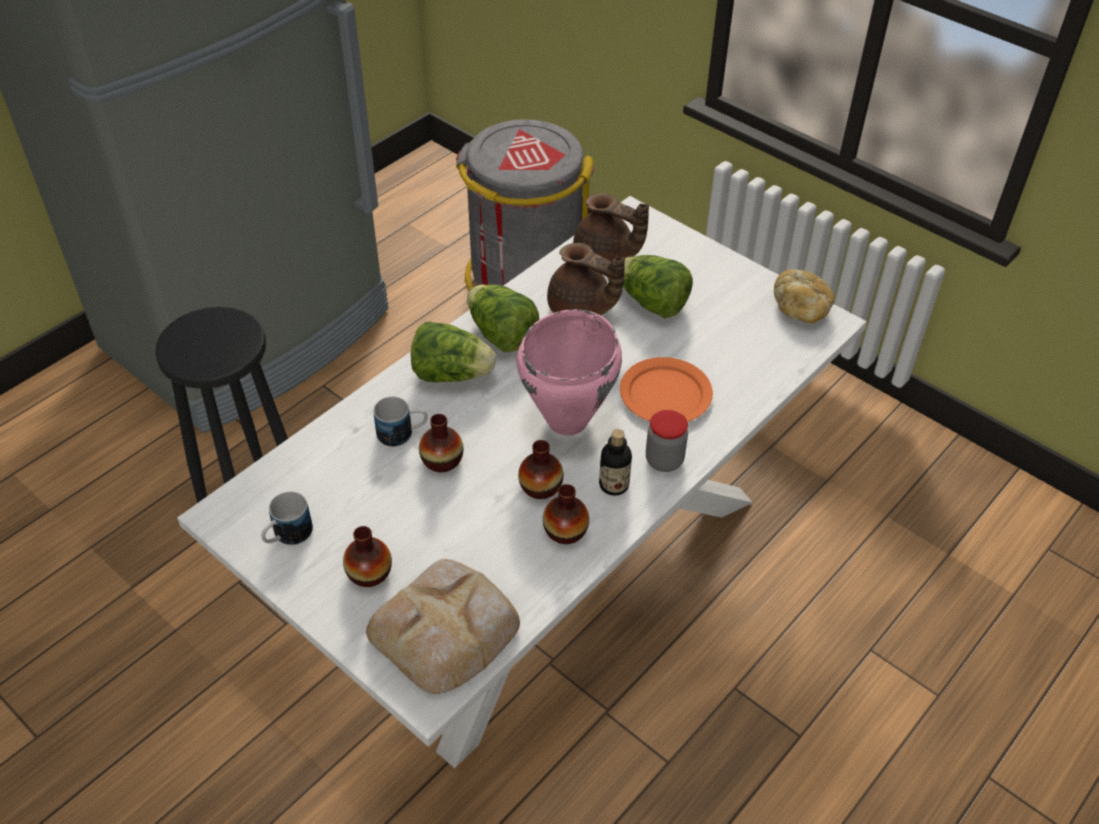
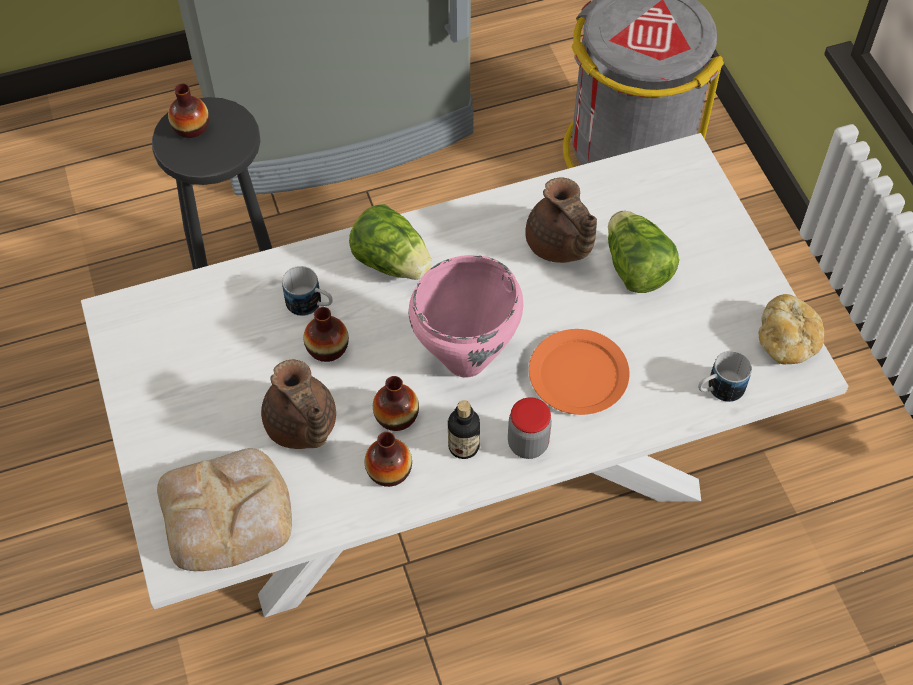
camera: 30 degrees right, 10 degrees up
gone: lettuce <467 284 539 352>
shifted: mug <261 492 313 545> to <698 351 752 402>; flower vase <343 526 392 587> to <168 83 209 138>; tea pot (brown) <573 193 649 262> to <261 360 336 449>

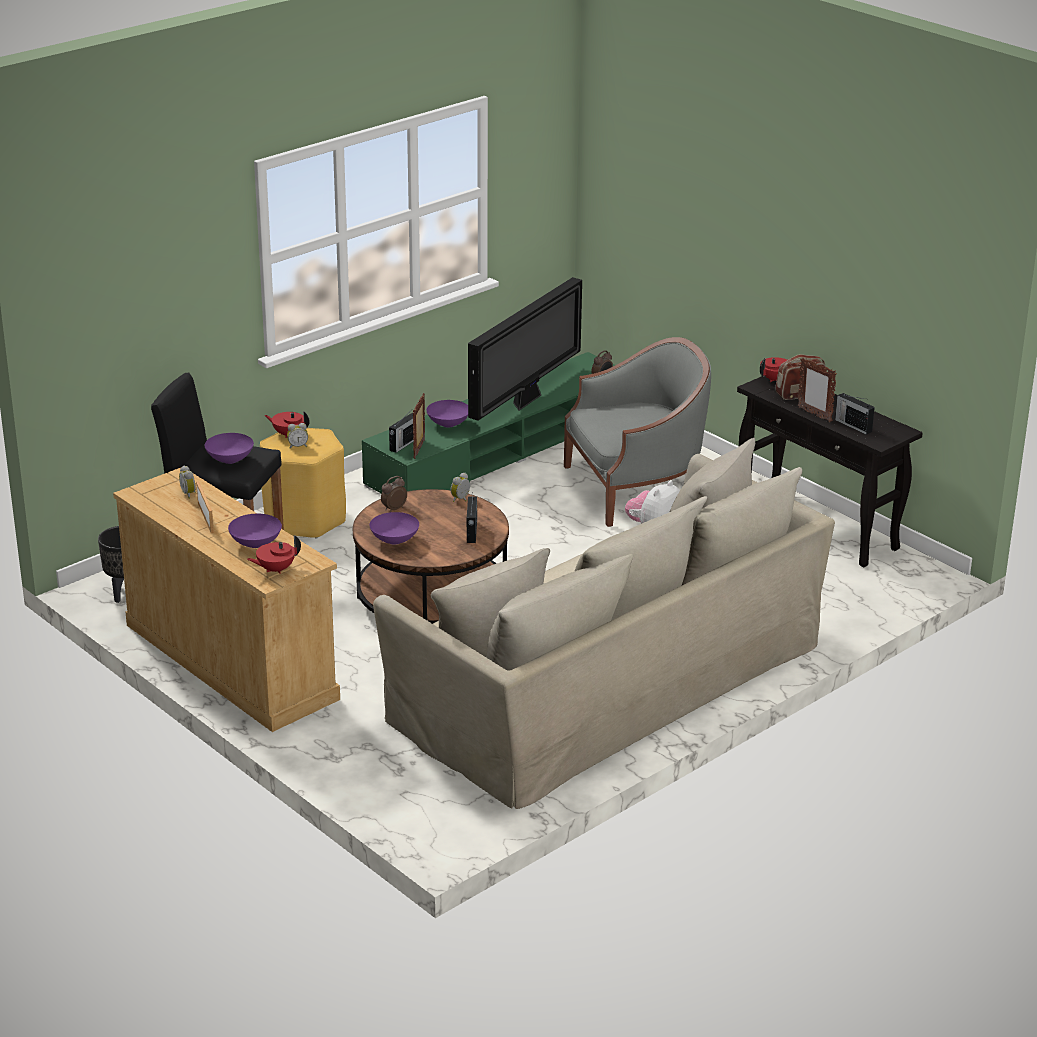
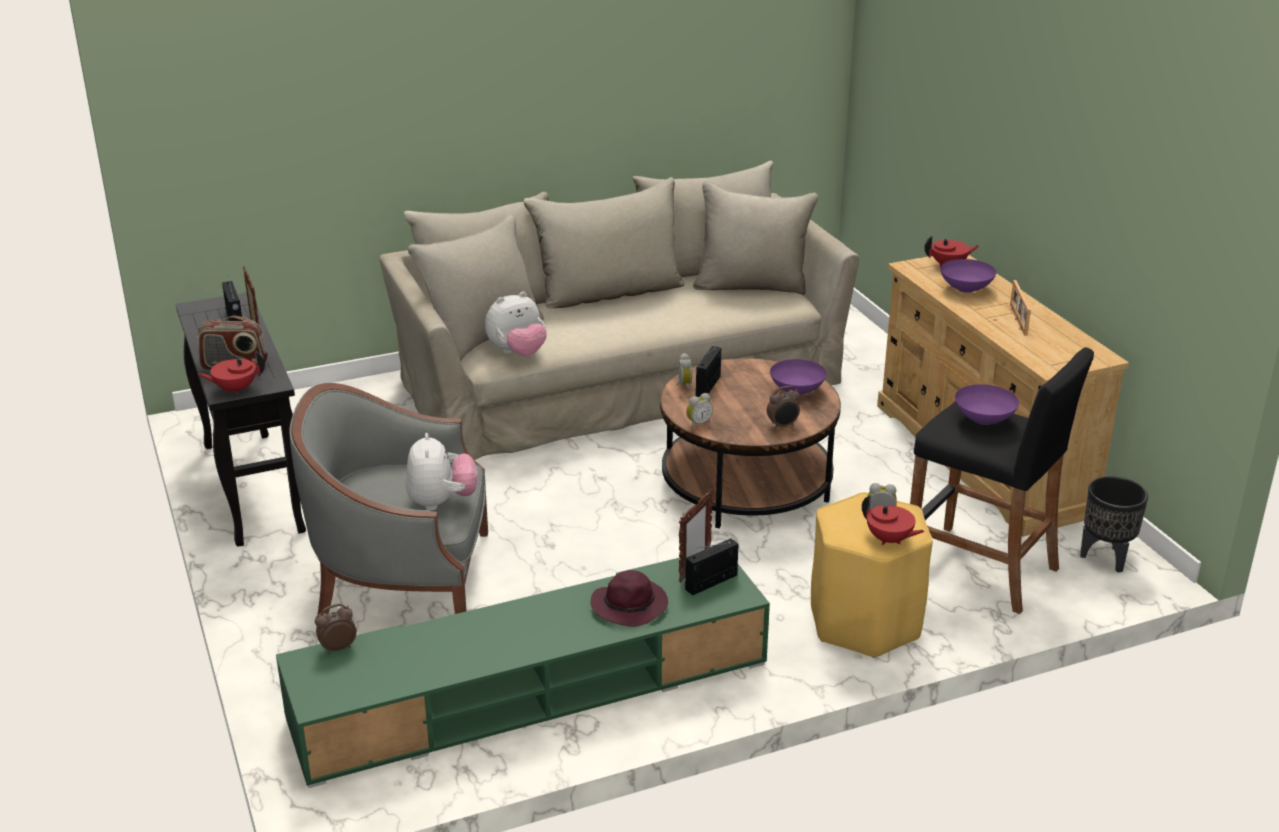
camera: 160 degrees left, 0 degrees up
gone: TV set <468 277 582 421>
new: cuddly toy <406 433 477 511>
shifted: bedside clock <179 466 196 499> to <676 353 692 389>
swapped: bowl (purple-coloured) <426 400 468 428> to hat (purple-coloured) <591 570 668 627>

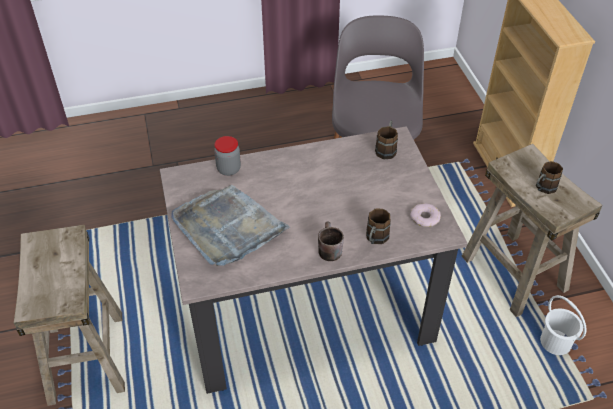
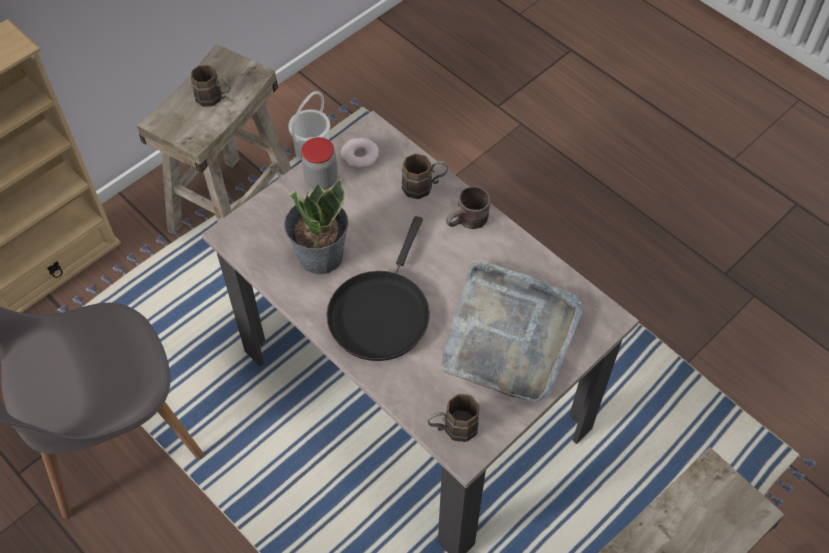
camera: 120 degrees left, 10 degrees up
new: plant in a pot <284 179 349 275>; pan (blackish) <327 216 430 361>
shifted: preserve jar <214 136 241 176> to <301 137 338 190>; mug (brown) <375 120 398 159> to <427 394 479 442>

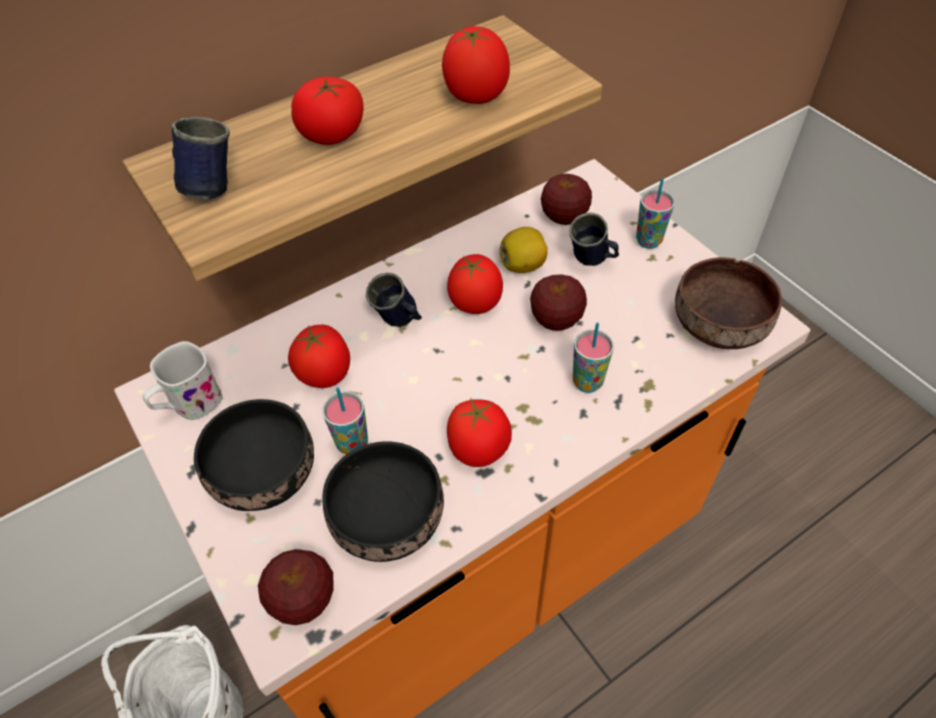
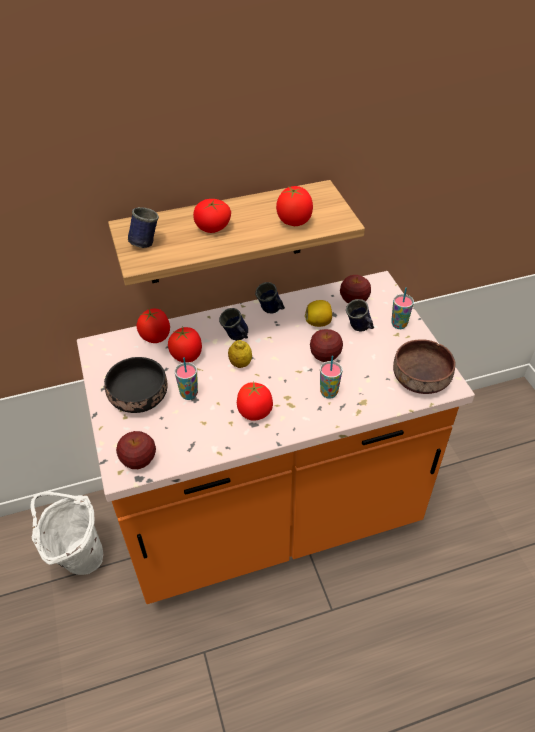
camera: 15 degrees right, 5 degrees down
gone: mug (whitish) <143 341 222 420>; bowl (blackish) <322 441 444 562>
new: lemon <228 340 252 368>; mug (bluish) <255 282 285 314>
shifted: whole tomato <447 254 503 314> to <137 308 170 343>

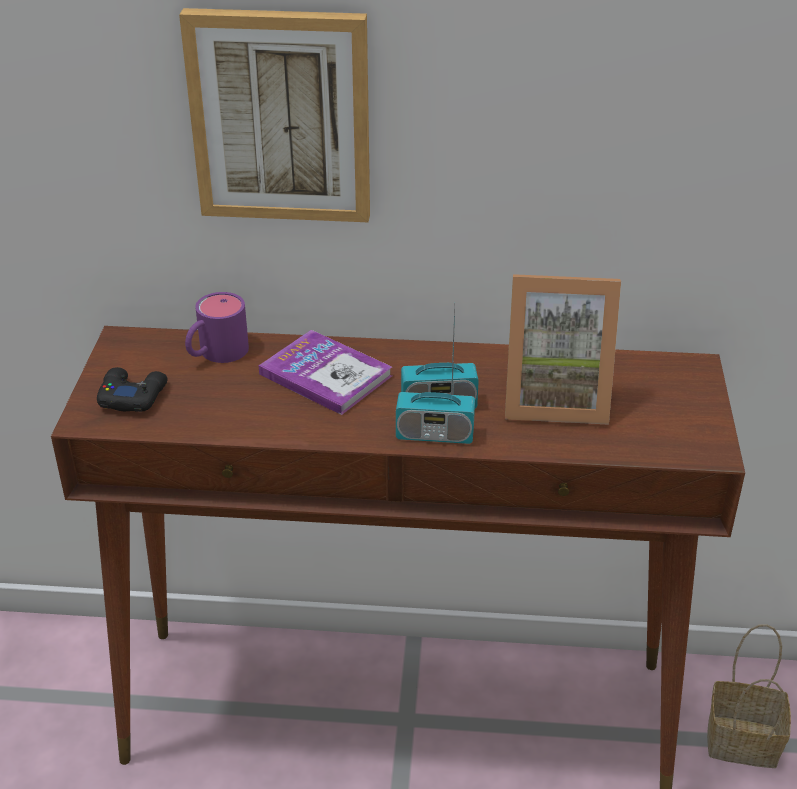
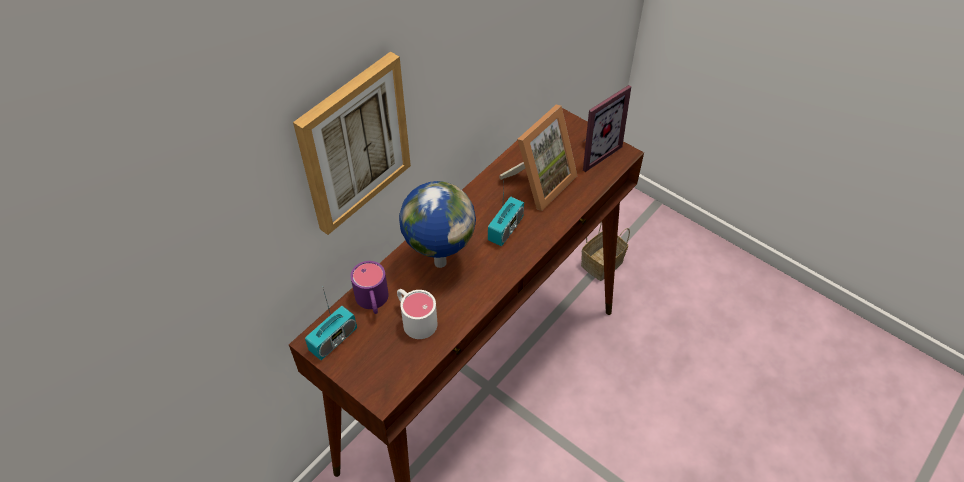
camera: 55 degrees left, 15 degrees up
gone: gamepad (blackish) <97 367 168 412>
new: mug (whitish) <397 289 438 339>; standing frame <581 85 631 172>
shifted: radio set <396 341 475 444> to <305 289 357 360>
swapped: volume <259 330 392 415> to world globe <399 181 476 268>

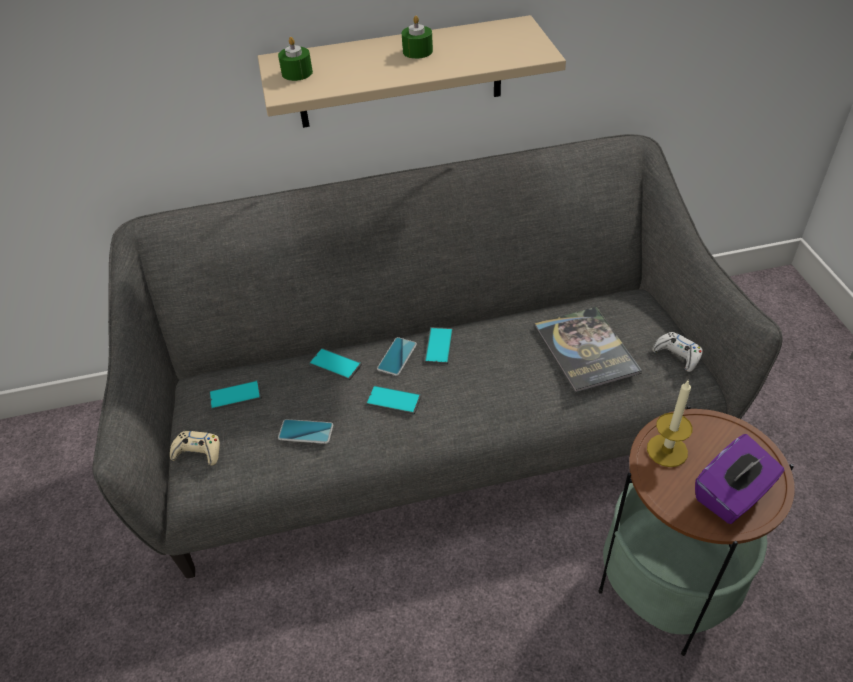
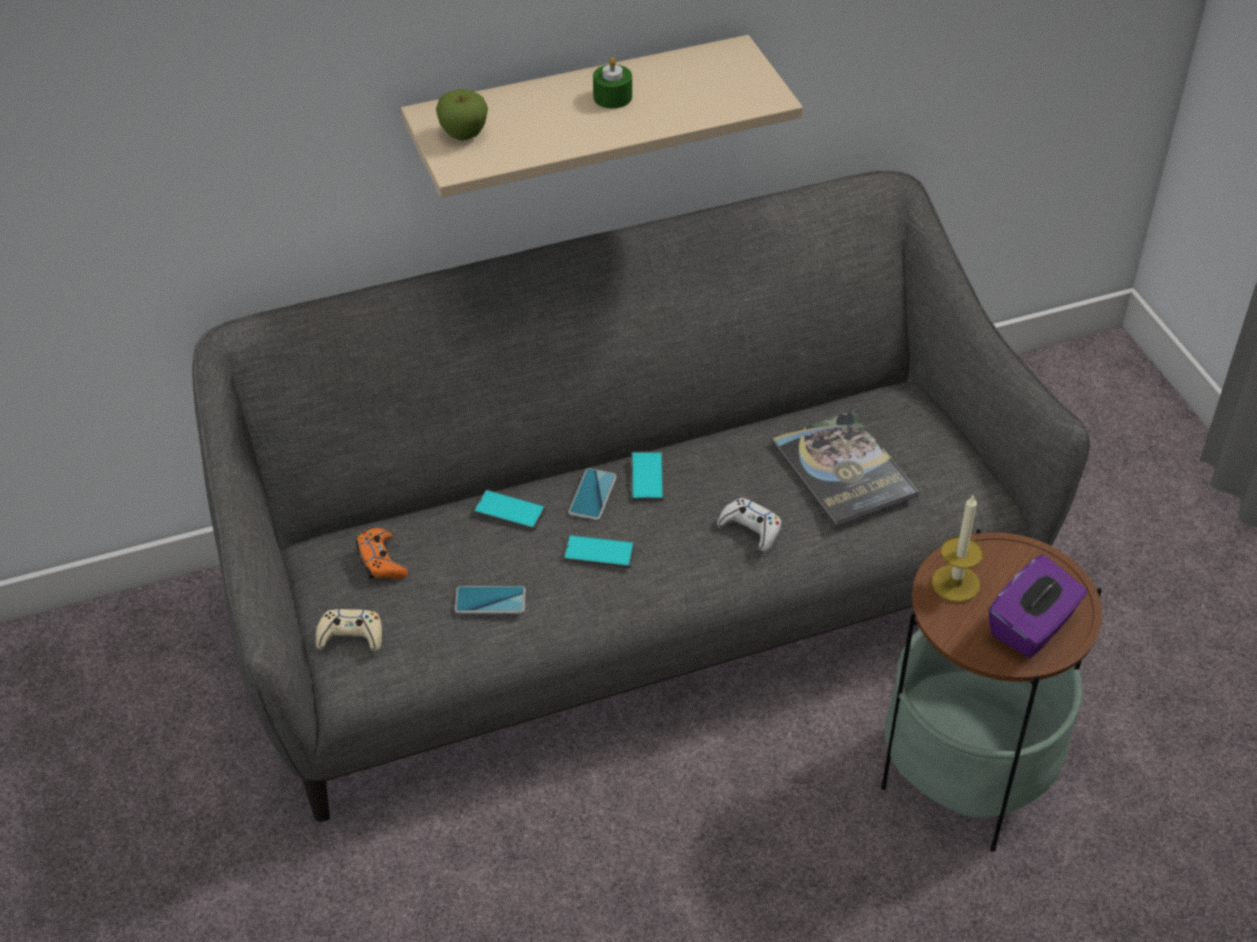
camera: 10 degrees left, 0 degrees up
shifted: gamepad (whitish) <652 332 703 372> to <717 498 781 552>
swapped: handset <209 380 262 410> to gamepad (orangey) <356 528 408 580>; candle (greenish) <278 37 313 81> to apple fruit <436 89 488 141>

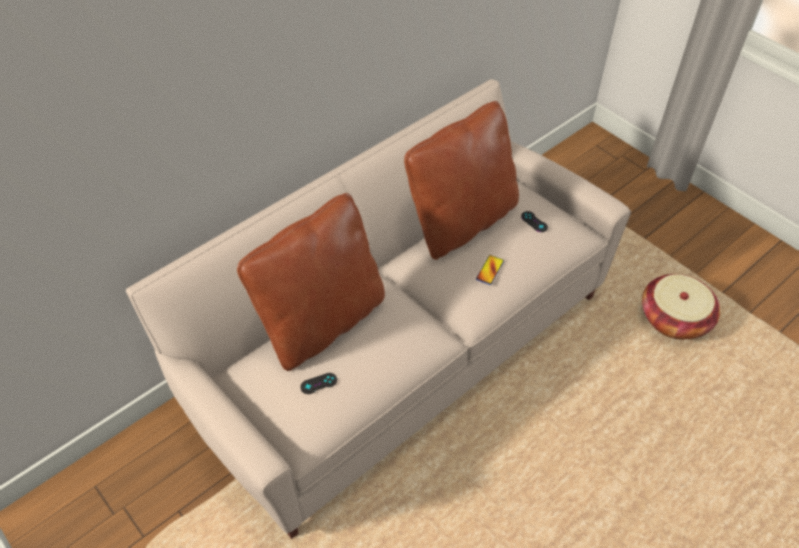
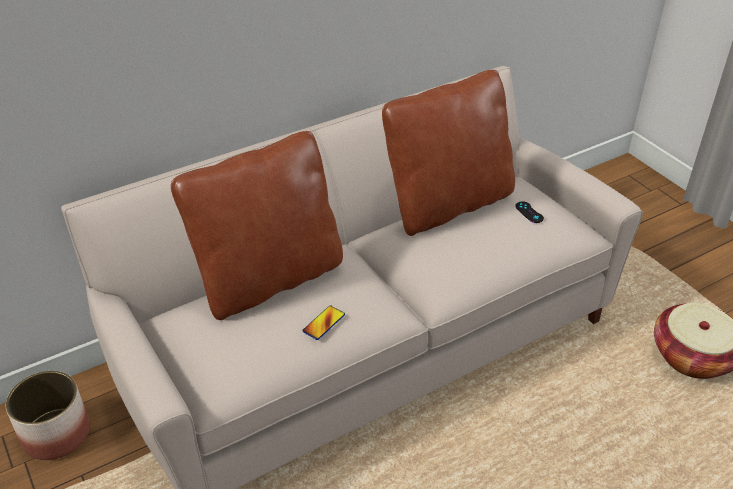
camera: 10 degrees right, 10 degrees down
gone: gamepad (blackish) <300 373 337 394>
new: planter <6 371 90 460>
shifted: handset <476 255 504 285> to <302 306 345 340>

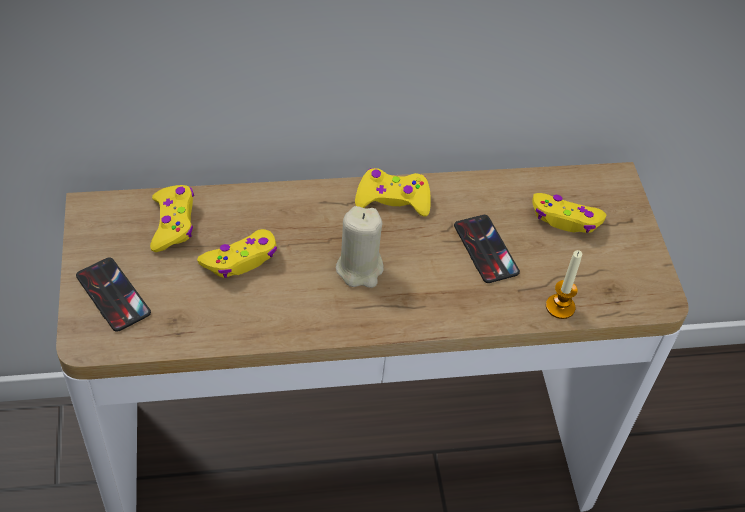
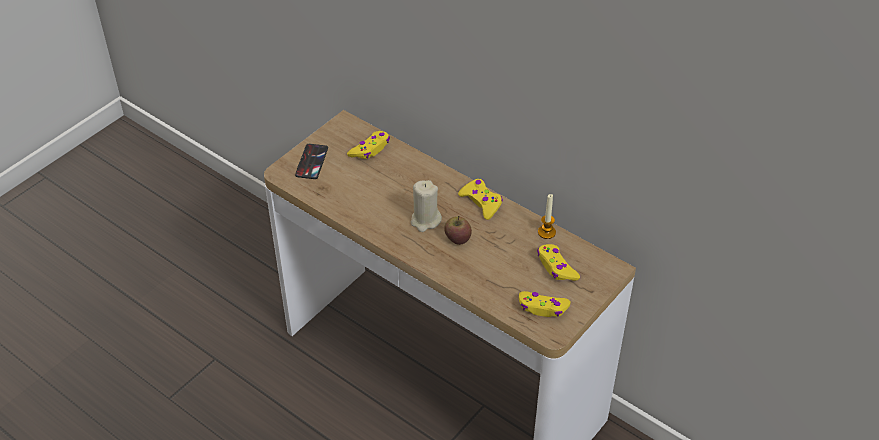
camera: 50 degrees right, 5 degrees down
gone: handset <454 215 520 283>
new: apple fruit <444 216 472 245>
shifted: gamepad (yellowish) <197 229 277 278> to <519 291 571 317>; candle <546 250 582 319> to <538 194 556 239>

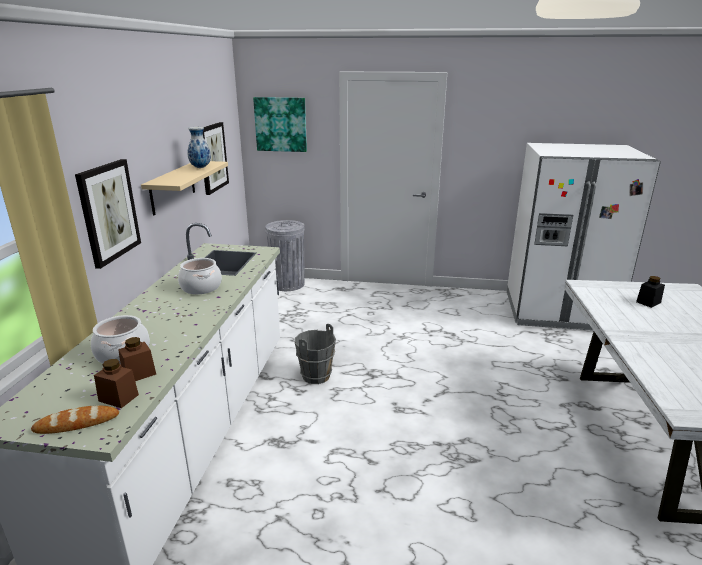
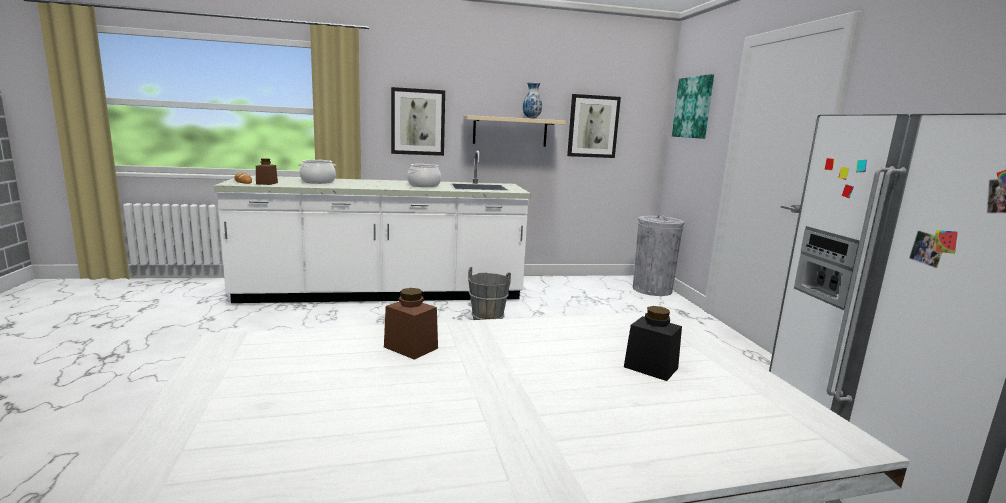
camera: 70 degrees right, 10 degrees down
shifted: preserve jar (brown) <118 337 156 381> to <384 288 438 360>

